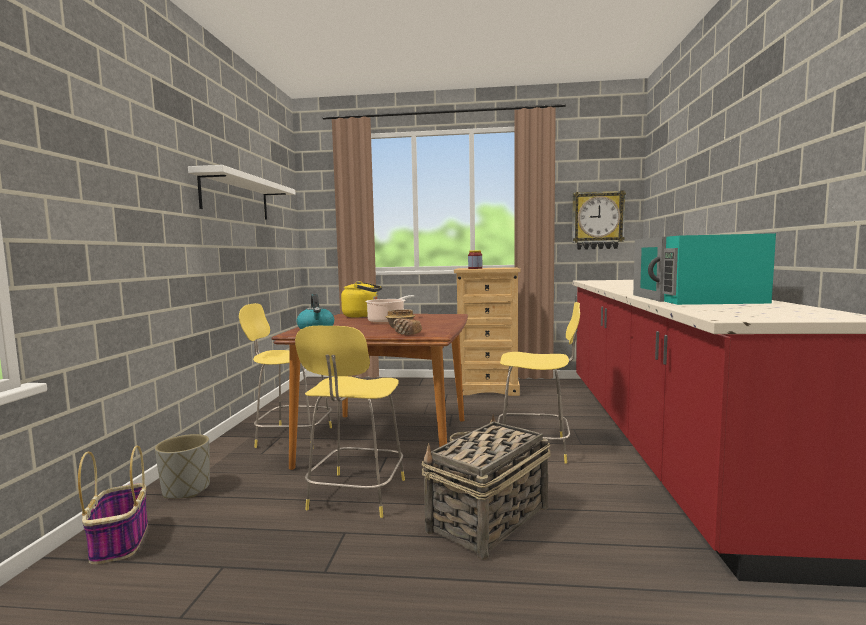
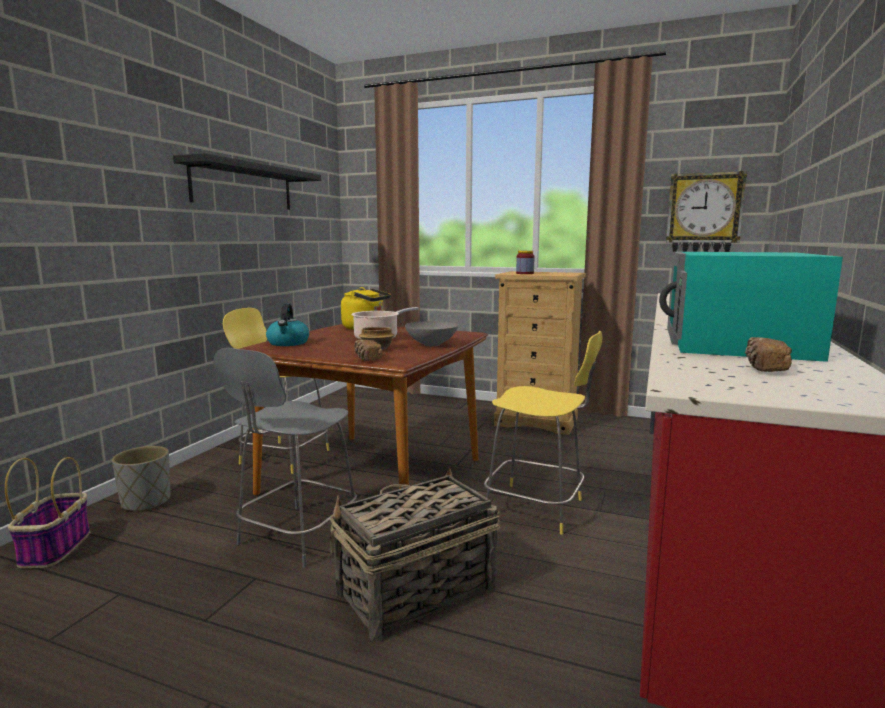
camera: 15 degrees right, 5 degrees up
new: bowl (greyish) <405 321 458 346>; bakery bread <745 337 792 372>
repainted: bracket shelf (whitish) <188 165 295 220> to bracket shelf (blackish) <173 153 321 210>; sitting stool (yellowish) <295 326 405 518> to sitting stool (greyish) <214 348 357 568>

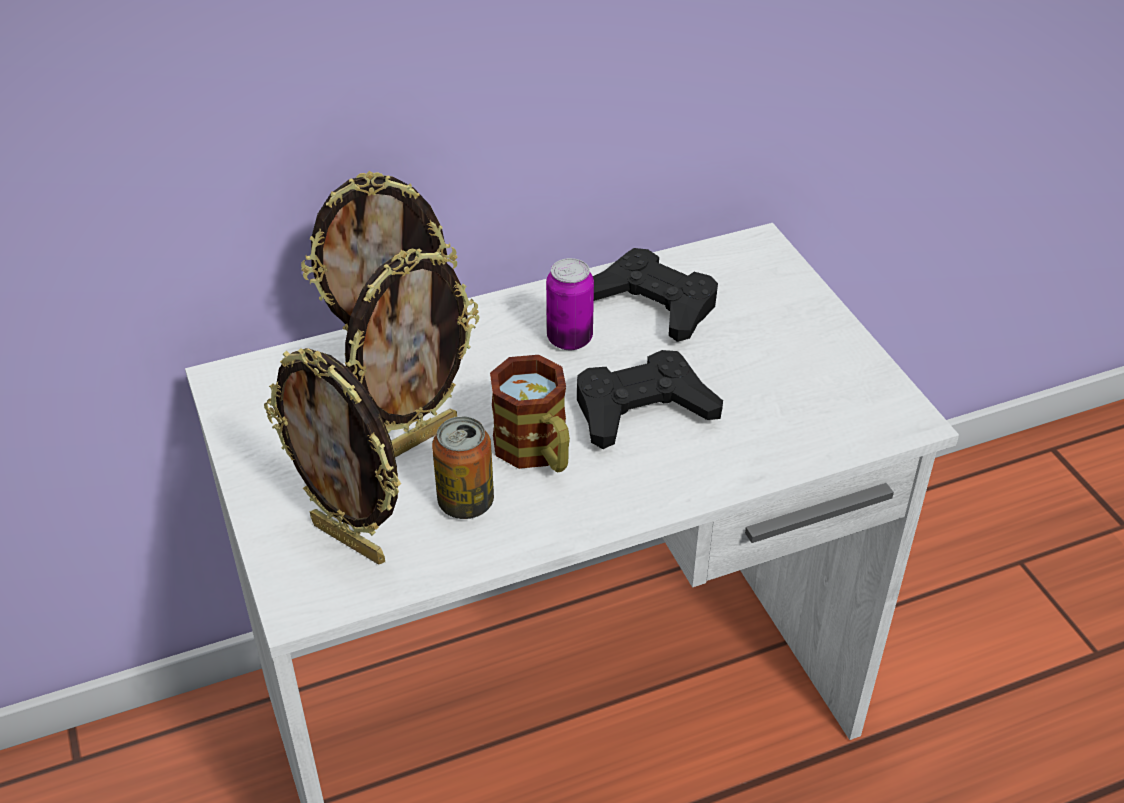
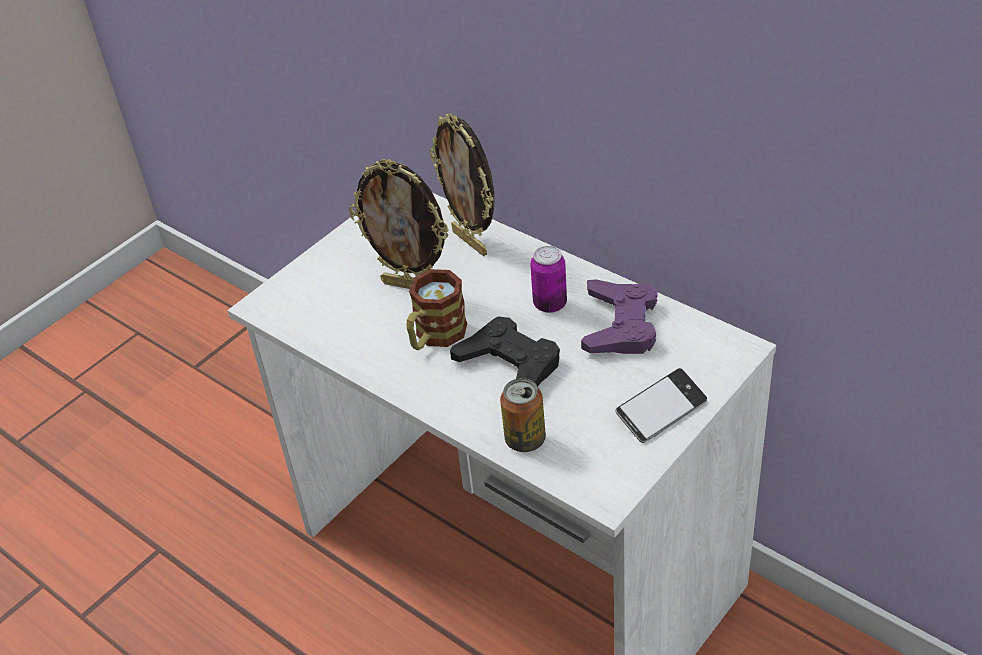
camera: 65 degrees right, 0 degrees up
gone: standing frame <264 348 401 565>
new: handset <615 368 707 443>
shifted: can <432 416 494 519> to <500 378 546 452>
repainted: gamepad (blackish) <593 248 718 342> to gamepad (purple-coloured) <581 279 658 354>

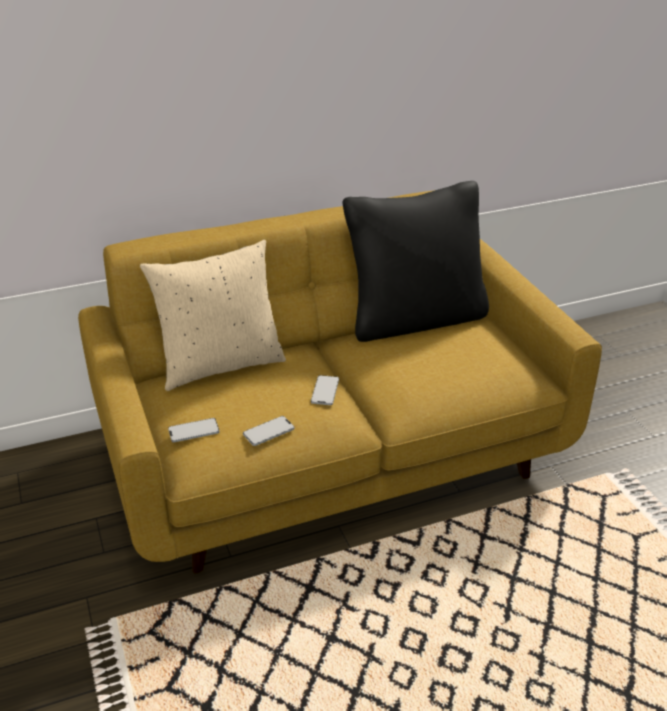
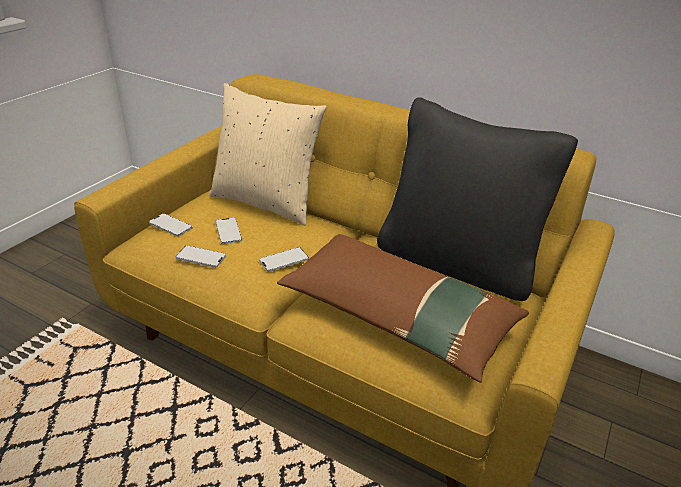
camera: 50 degrees right, 0 degrees up
new: handset <215 218 242 244>; pillow (brown) <277 234 529 383>

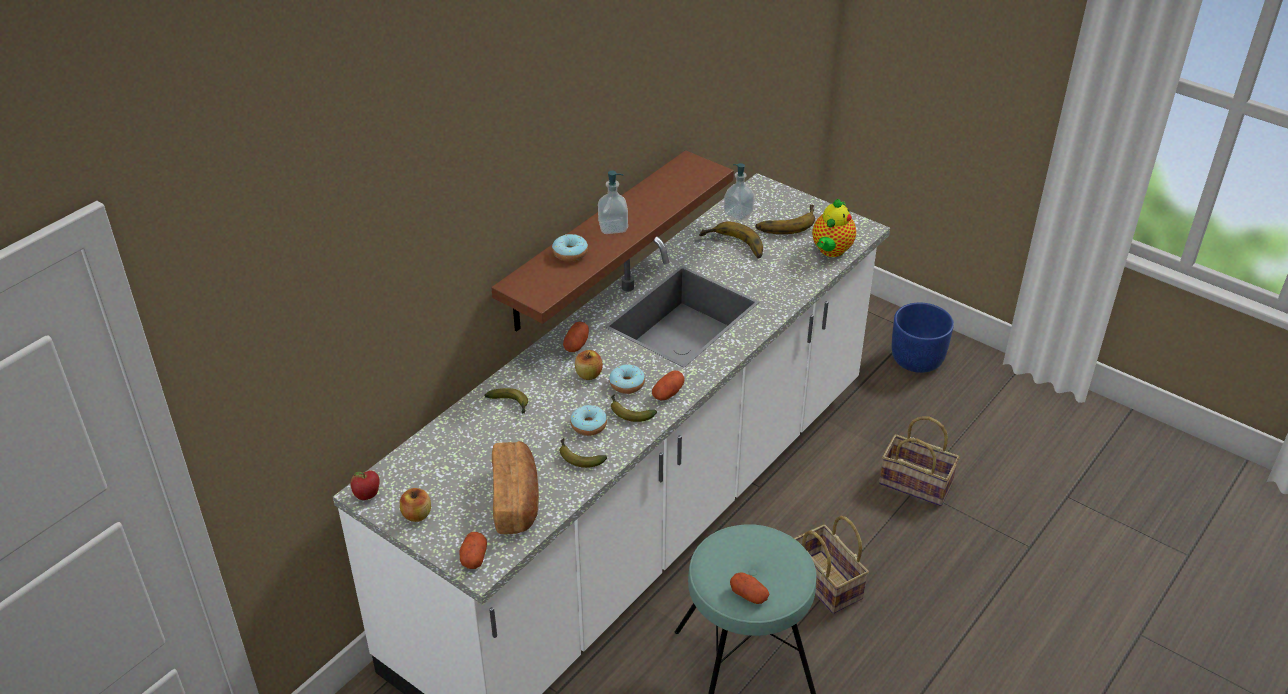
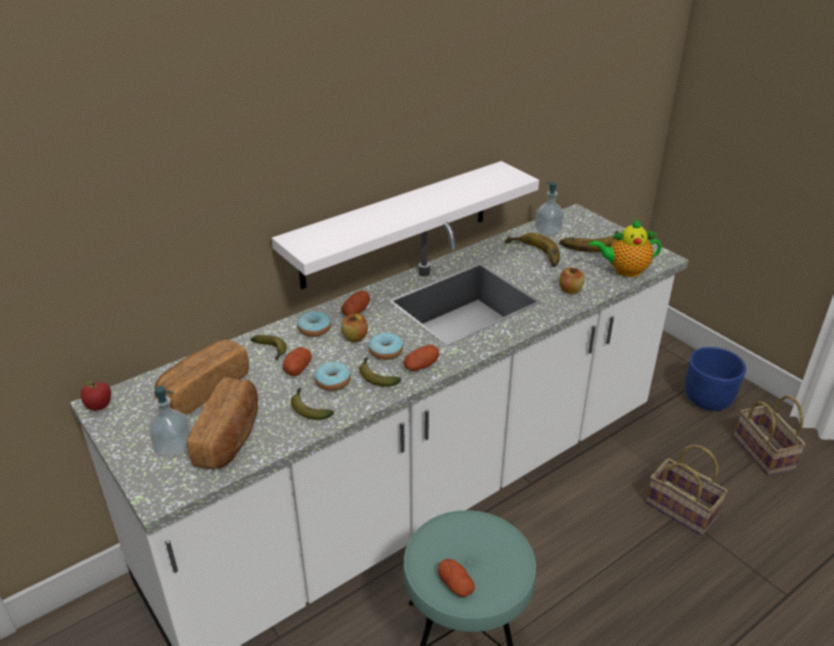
camera: 15 degrees right, 5 degrees down
new: bakery bread <154 340 249 415>
shifted: apple fruit <400 488 431 522> to <559 267 584 294>; whole potato <460 532 487 569> to <283 347 312 376>; donut <552 234 588 262> to <297 311 331 337>; soap dispenser <598 171 628 234> to <149 386 190 456>; storage basket <794 516 869 614> to <734 395 806 476>
repainted: bracket shelf (brown) <491 150 734 332> to bracket shelf (whitish) <272 161 539 289>
rotated: tea pot <812 199 856 257> = <589 219 662 277> 45 degrees clockwise

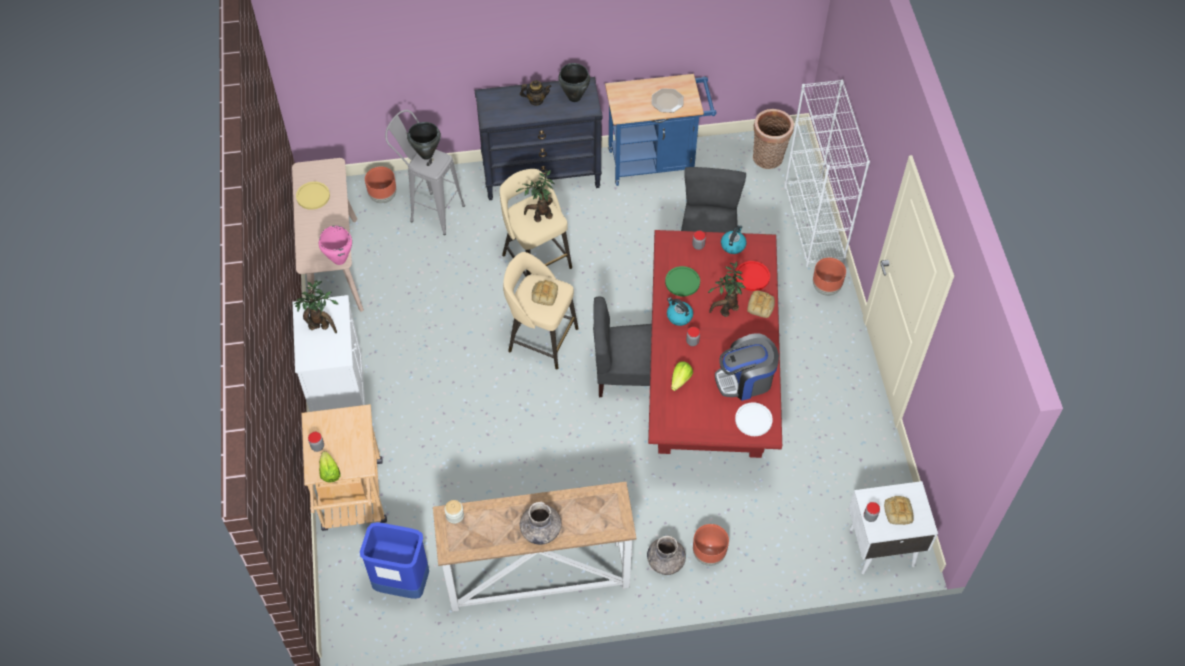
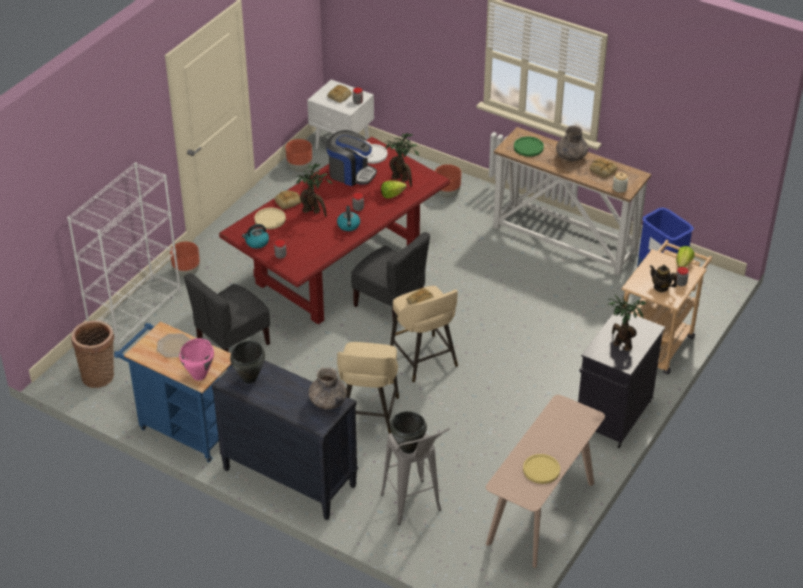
camera: 140 degrees left, 15 degrees down
new: bakery bread <589 159 618 178>
shifted: stockpot (pink) <319 225 352 265> to <179 338 214 380>; planter (brown) <365 167 396 203> to <285 139 312 171>; plant in a pot <516 170 554 222> to <385 132 419 187>; tea pot <520 80 552 106> to <650 265 677 292>; flower vase (greyish) <647 536 686 575> to <309 367 347 409>; plate (greenish) <665 266 700 296> to <514 136 544 157>
repainted: storage cabinet (whitish) <293 295 365 412> to storage cabinet (blackish) <578 311 665 448>; plate (red) <736 261 770 291> to plate (beige-coloured) <254 208 286 229>

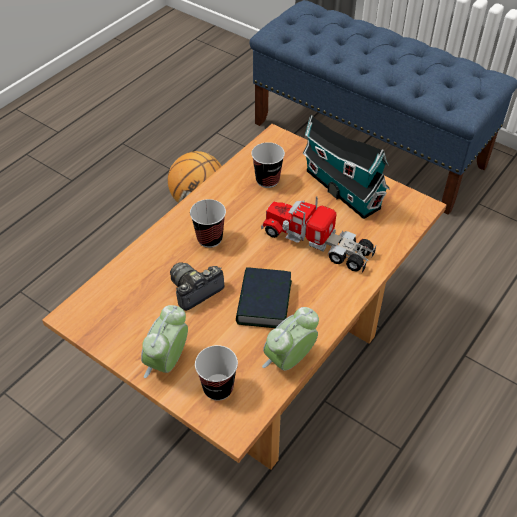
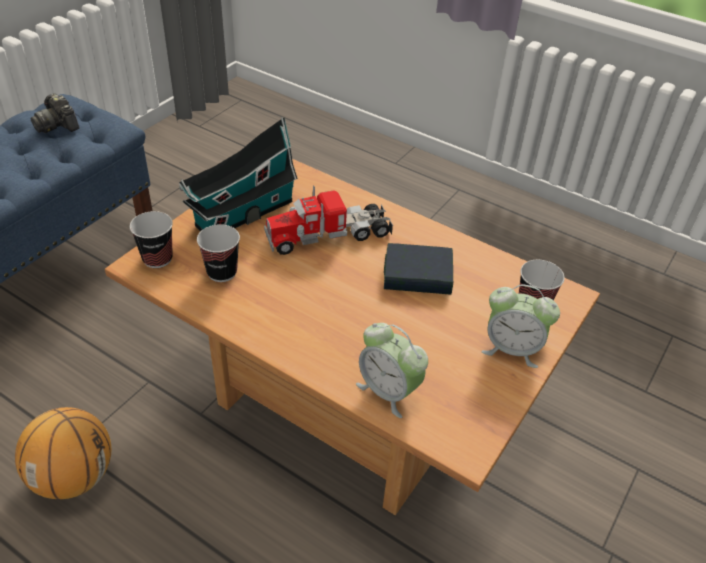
camera: 95 degrees left, 5 degrees down
shifted: still camera <170 262 225 311> to <30 93 80 133>; small cup <190 199 226 248> to <130 211 173 268>; bedside clock <262 307 319 371> to <356 323 428 418>
rotated: model truck <261 196 377 273> = <264 185 393 255> 45 degrees clockwise

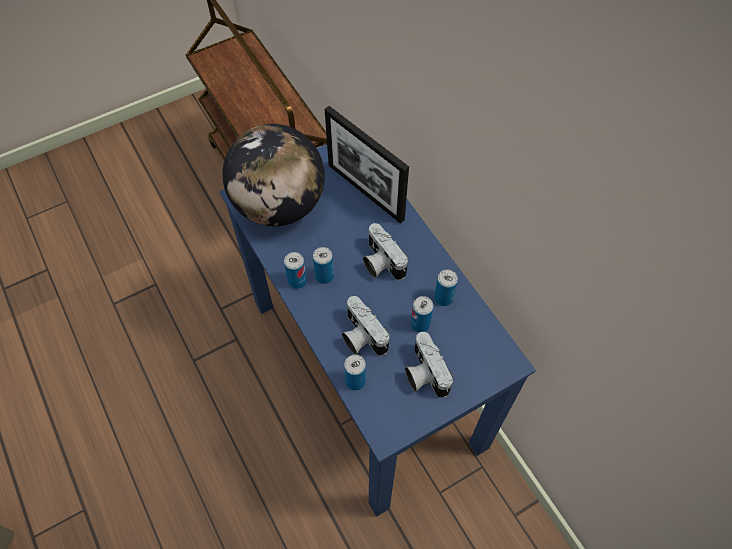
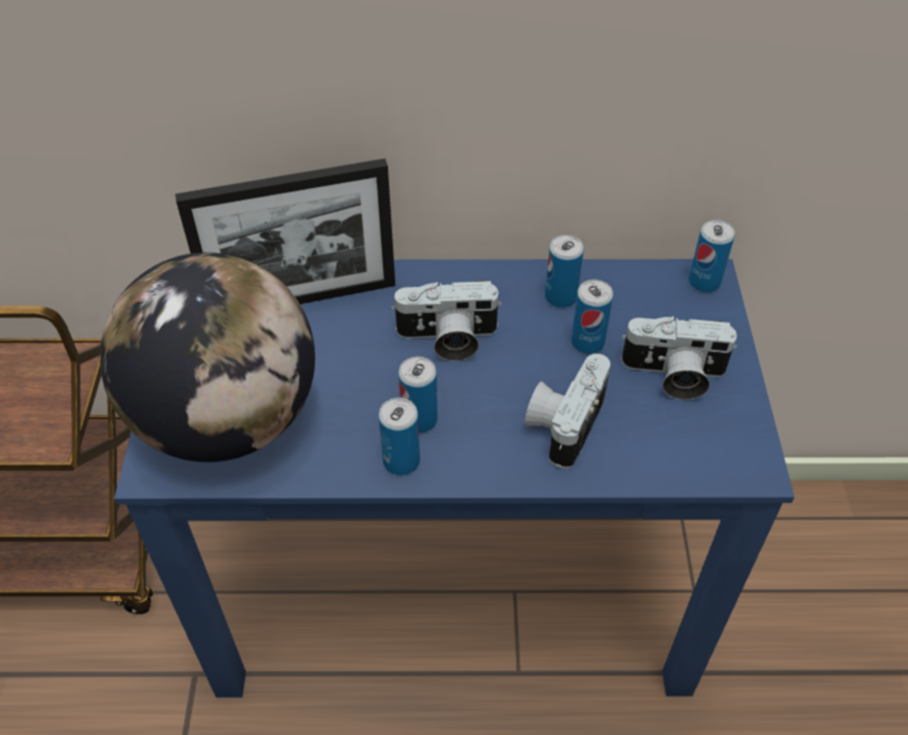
camera: 60 degrees left, 10 degrees down
shifted: can <344 355 366 391> to <689 220 735 292>
rotated: still camera <342 296 389 356> = <525 354 611 469> 120 degrees clockwise

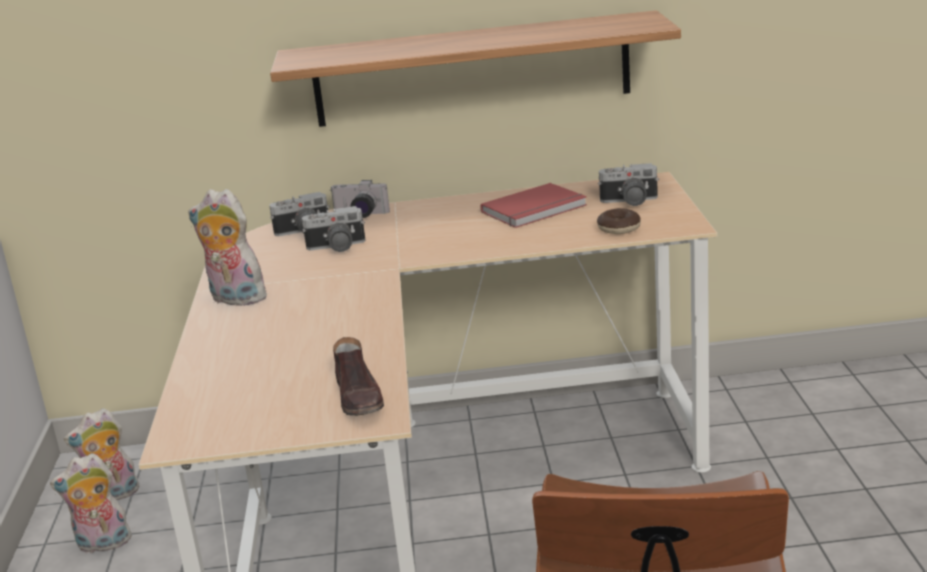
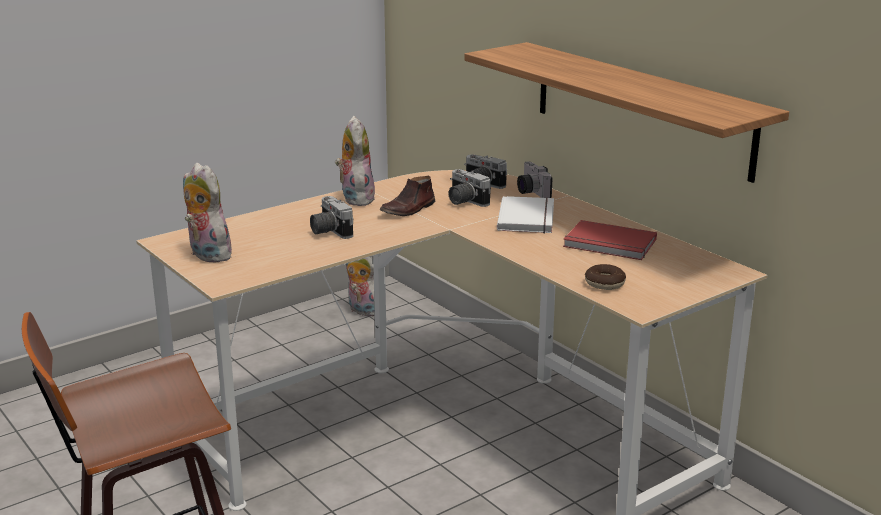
camera: 55 degrees right, 0 degrees up
new: volume (whitish) <497 196 554 233>
shifted: cuddly toy <50 453 132 553> to <183 163 232 263>; low shoe (brown) <333 337 384 416> to <379 176 435 216>; still camera <598 163 659 206> to <310 196 353 239>

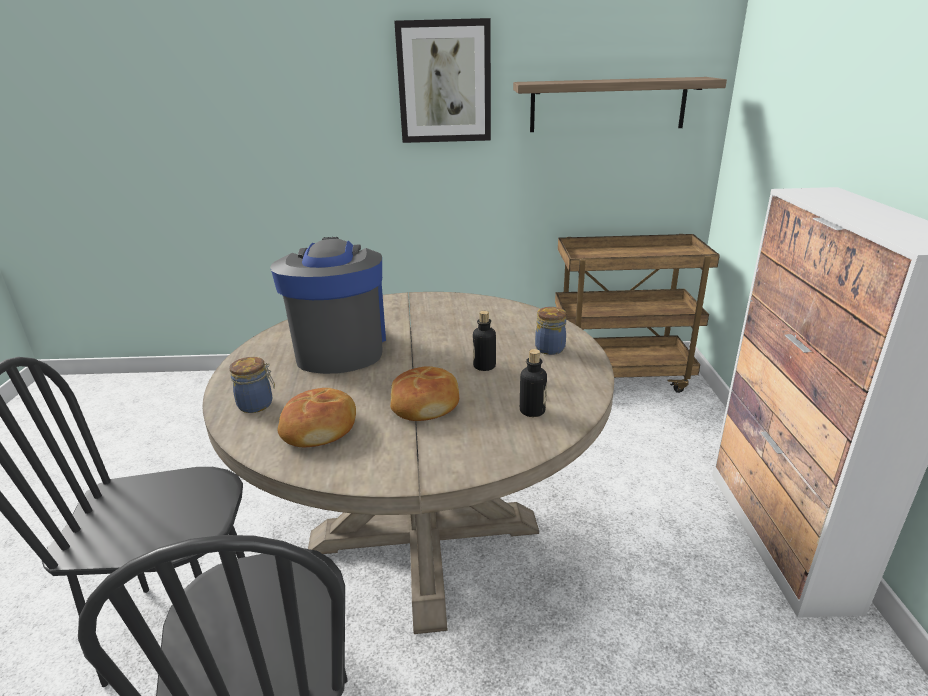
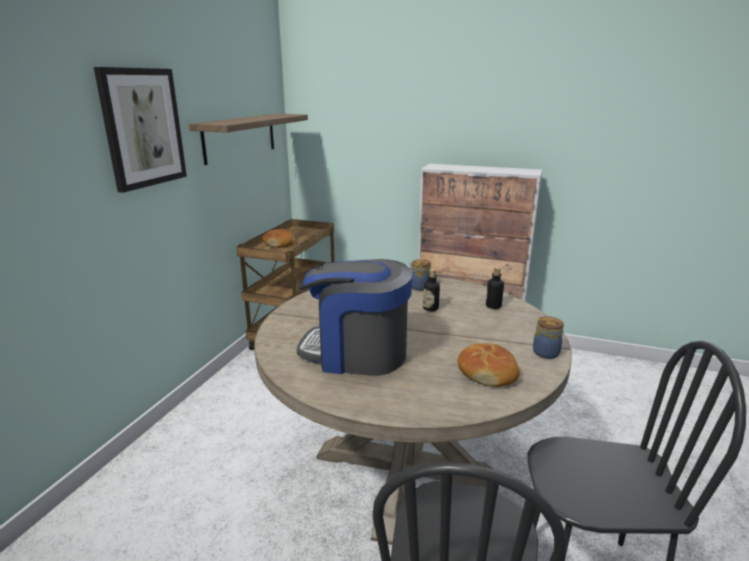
camera: 70 degrees left, 5 degrees down
shifted: preserve jar <229 357 275 413> to <533 316 564 359>; bakery bread <390 366 459 421> to <262 229 295 248>

